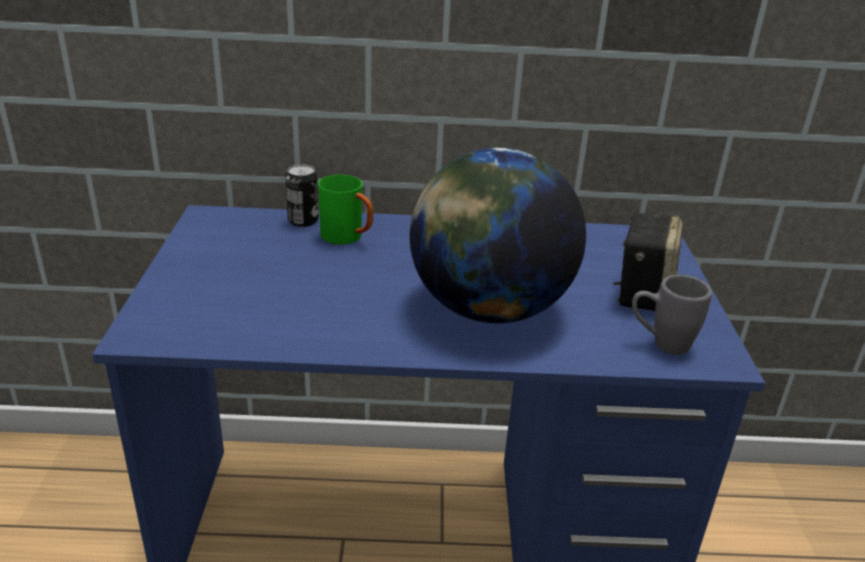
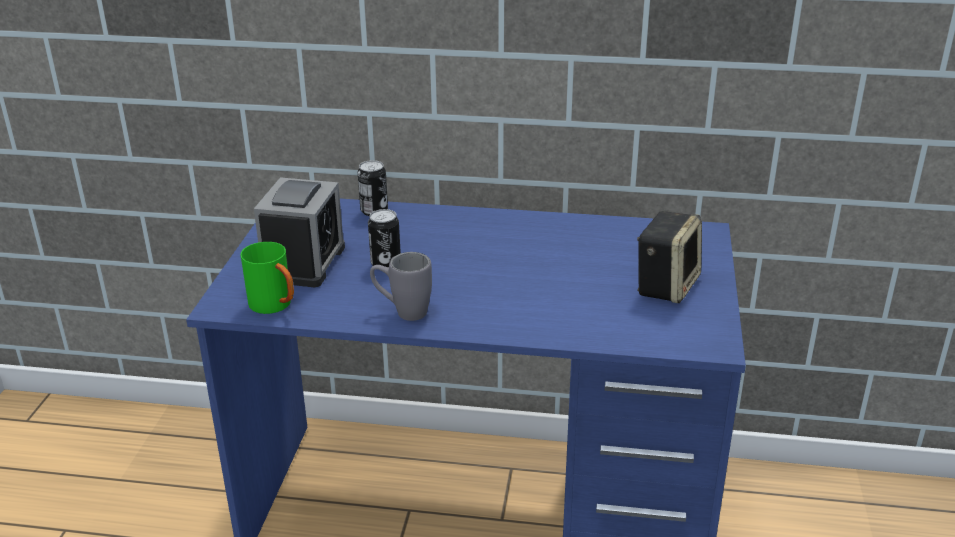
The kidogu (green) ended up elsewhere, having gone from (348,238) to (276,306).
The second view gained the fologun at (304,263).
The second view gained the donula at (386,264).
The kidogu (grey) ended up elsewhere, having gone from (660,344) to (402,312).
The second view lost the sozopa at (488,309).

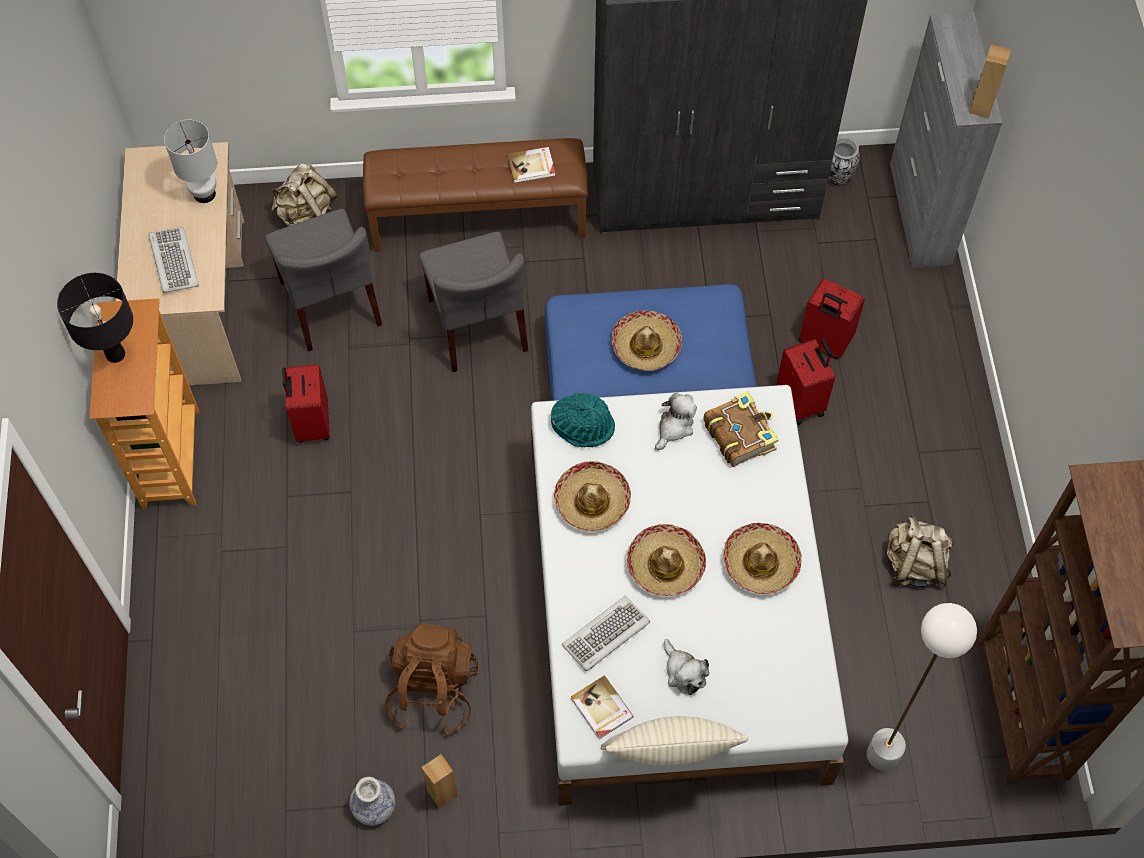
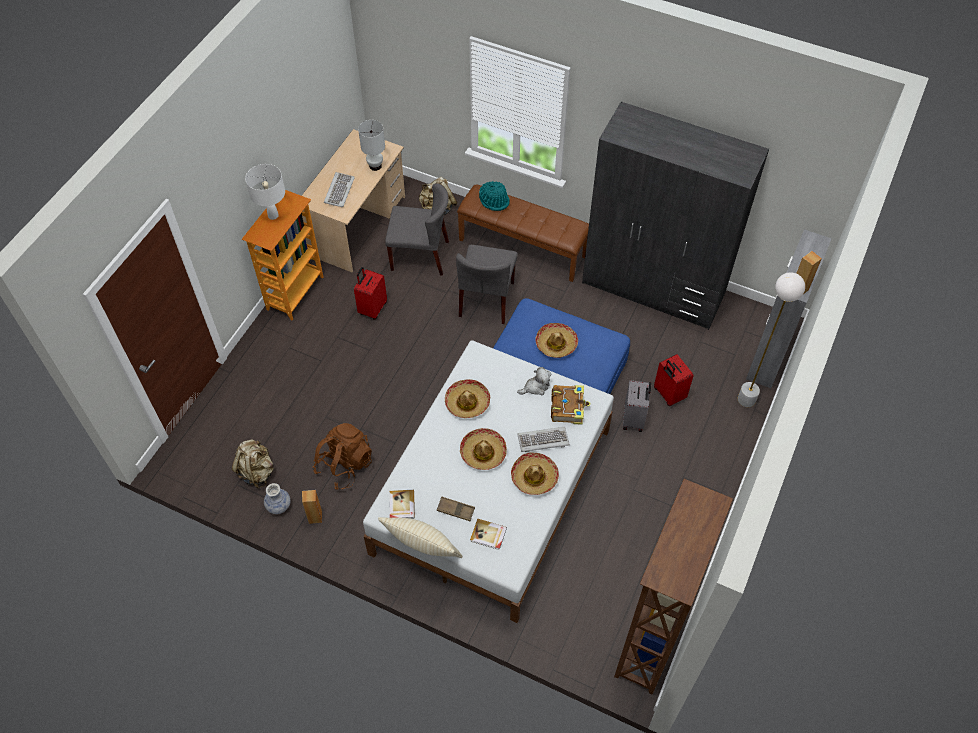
The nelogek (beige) ended up elsewhere, having gone from (914,564) to (257,472).
What was the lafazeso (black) at (115,355) turned into the lafazeso (white) at (273,216).
The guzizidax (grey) at (331,303) ended up facing another way, 90 degrees counterclockwise from before.
Where the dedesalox stood at (683,672), the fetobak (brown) came to stand at (455,510).
The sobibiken ended up elsewhere, having gone from (532,166) to (488,535).
The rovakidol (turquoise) ended up elsewhere, having gone from (583,425) to (494,200).
The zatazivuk ended up elsewhere, having gone from (606,635) to (543,441).
What was the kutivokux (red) at (801,402) turned into the kutivokux (grey) at (634,419).
The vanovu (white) ended up elsewhere, having gone from (882,755) to (746,399).
The second view lost the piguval at (837,179).

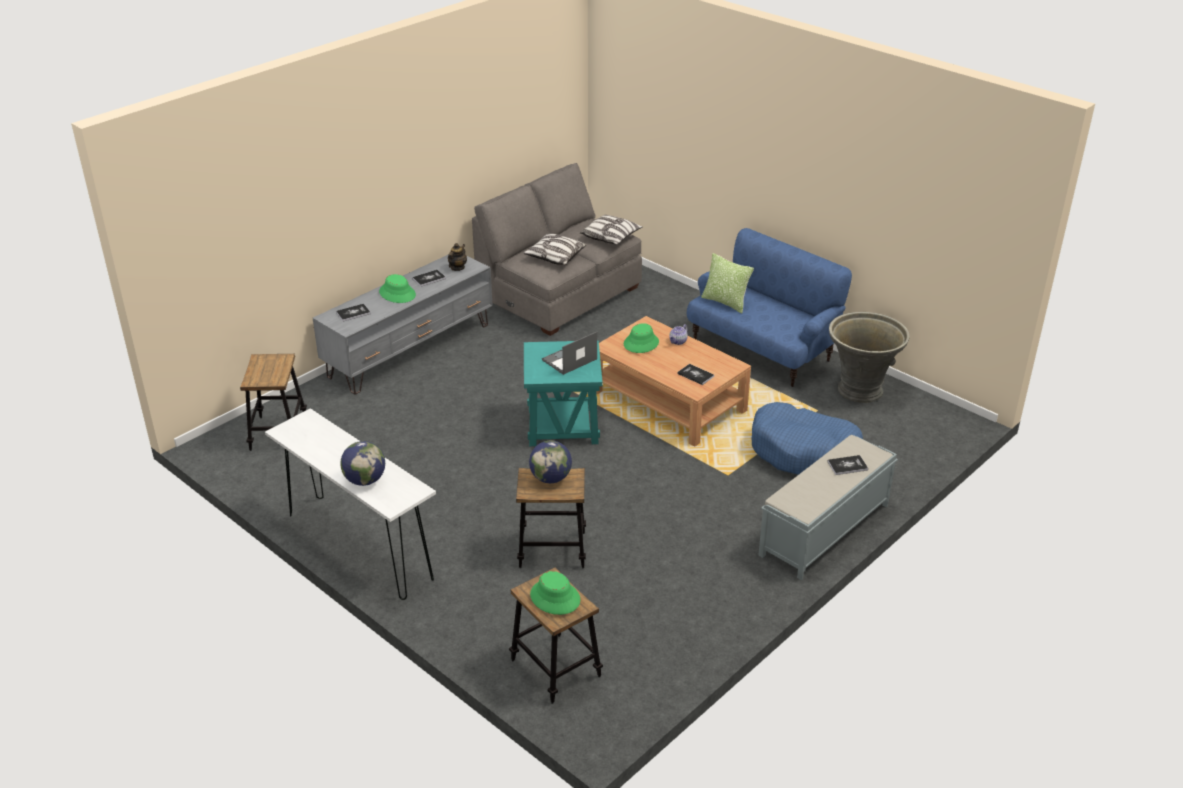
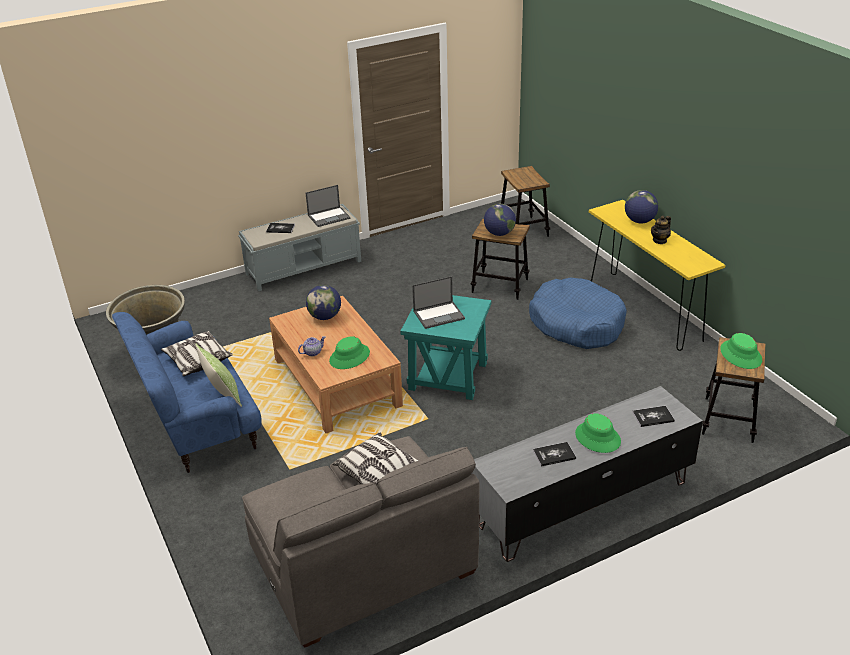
The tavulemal ended up elsewhere, having gone from (611,237) to (198,360).
The second view gained the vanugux at (329,217).
Where the sobibiken stood at (695,375), the sozopa came to stand at (325,317).
The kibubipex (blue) ended up elsewhere, having gone from (804,451) to (576,324).
What was the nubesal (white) at (359,546) turned into the nubesal (yellow) at (644,310).
The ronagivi ended up elsewhere, having gone from (457,268) to (660,240).
The rovakidol (green) ended up elsewhere, having gone from (555,598) to (741,355).

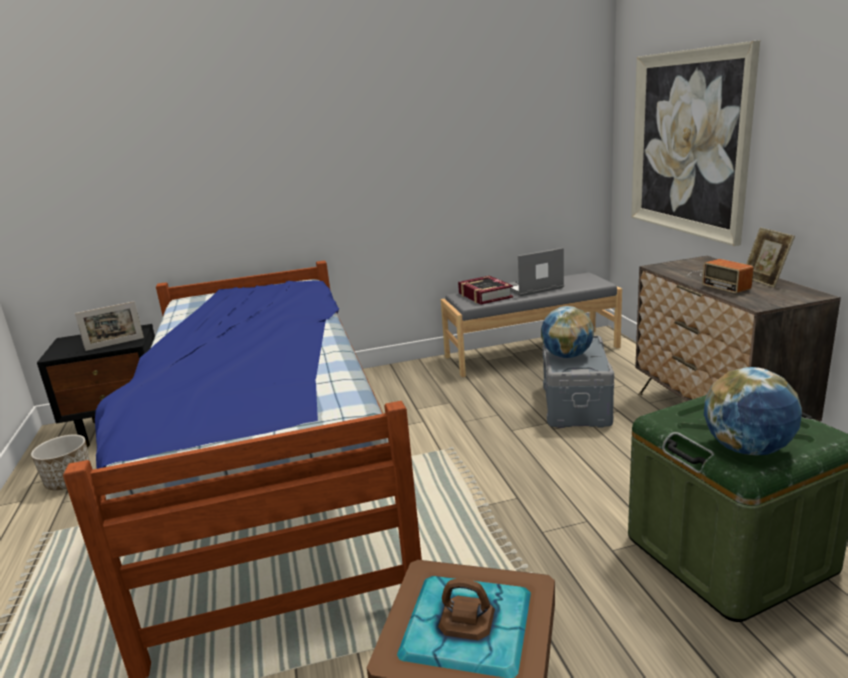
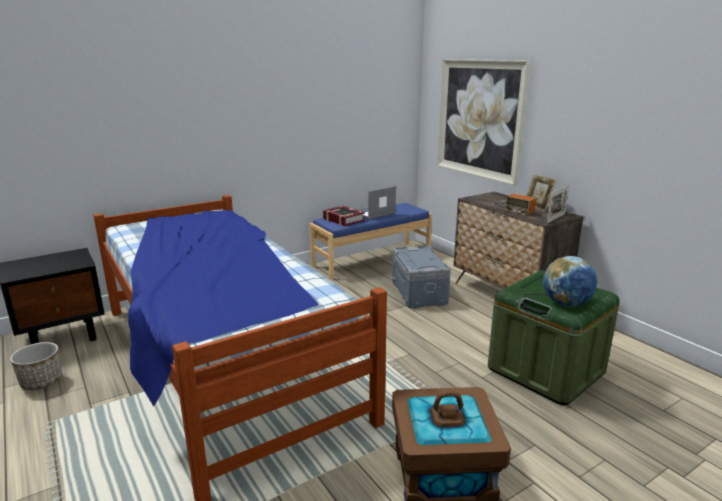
What was the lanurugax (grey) at (531,351) turned into the lanurugax (blue) at (371,259).
The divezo ended up elsewhere, having gone from (115,344) to (556,218).
The second view lost the sozopa at (567,356).

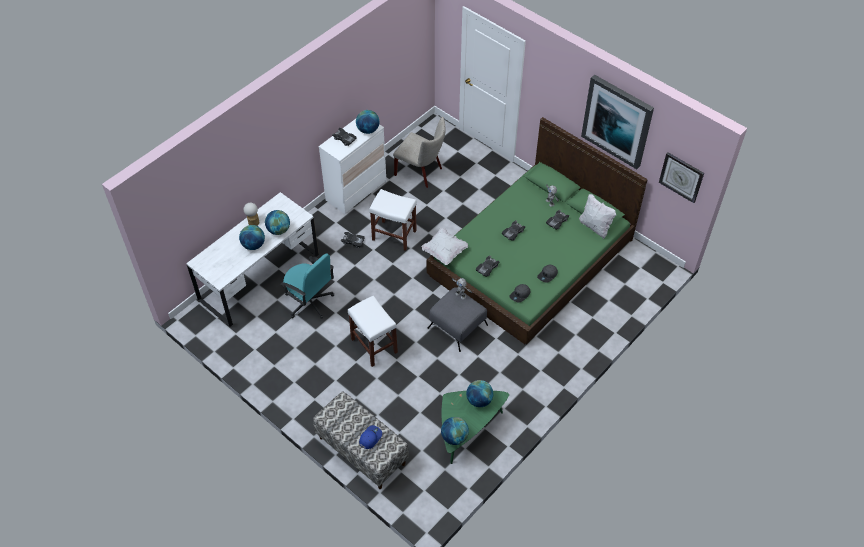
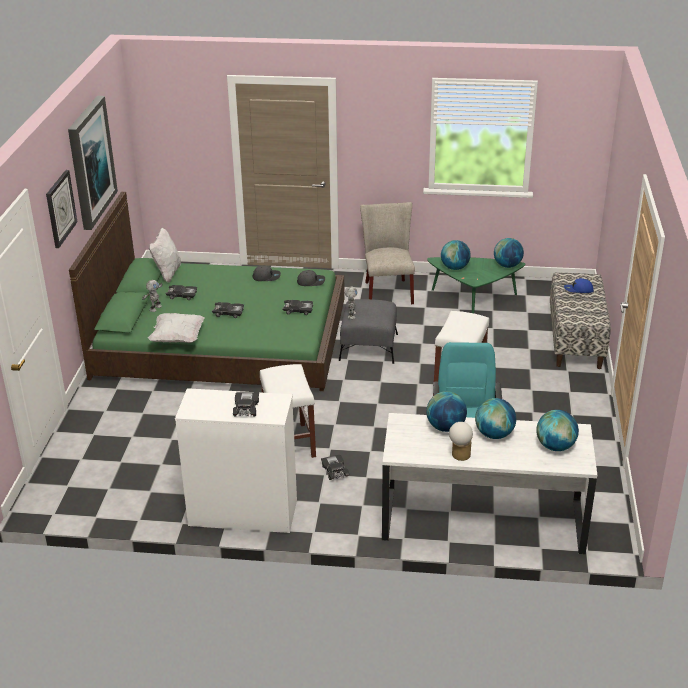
The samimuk ended up elsewhere, having gone from (681,177) to (60,208).
The tavulemal (white) ended up elsewhere, having gone from (444,252) to (178,338).
The guzizidax (beige) ended up elsewhere, having gone from (421,172) to (387,291).
The sozopa ended up elsewhere, having gone from (368,130) to (555,446).

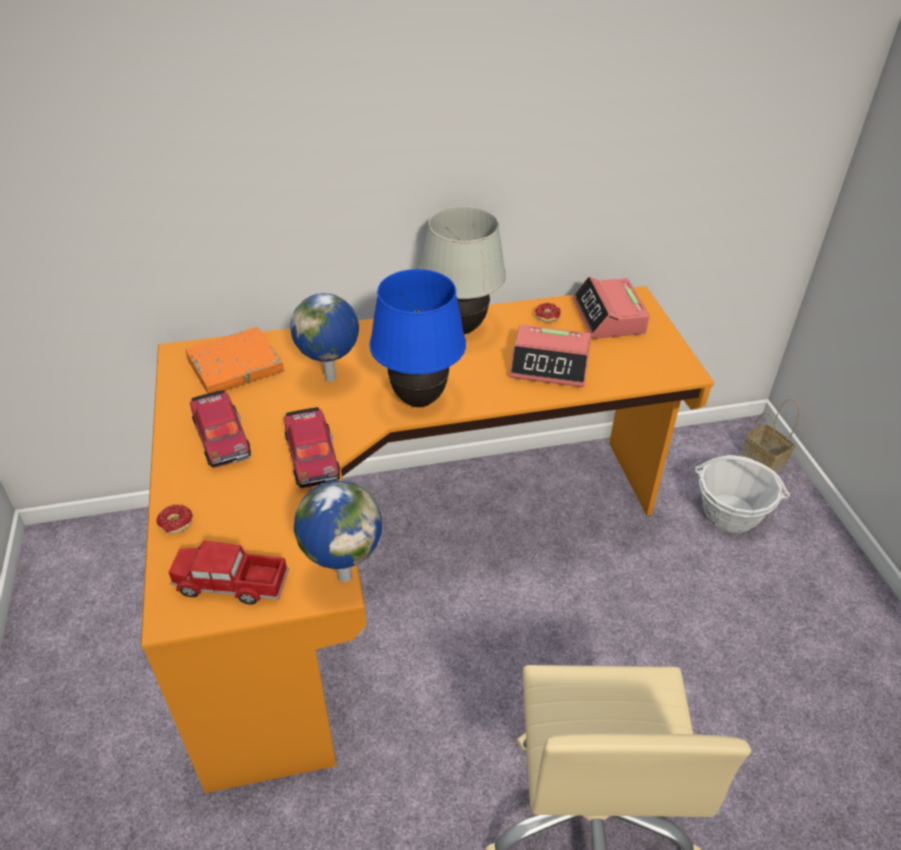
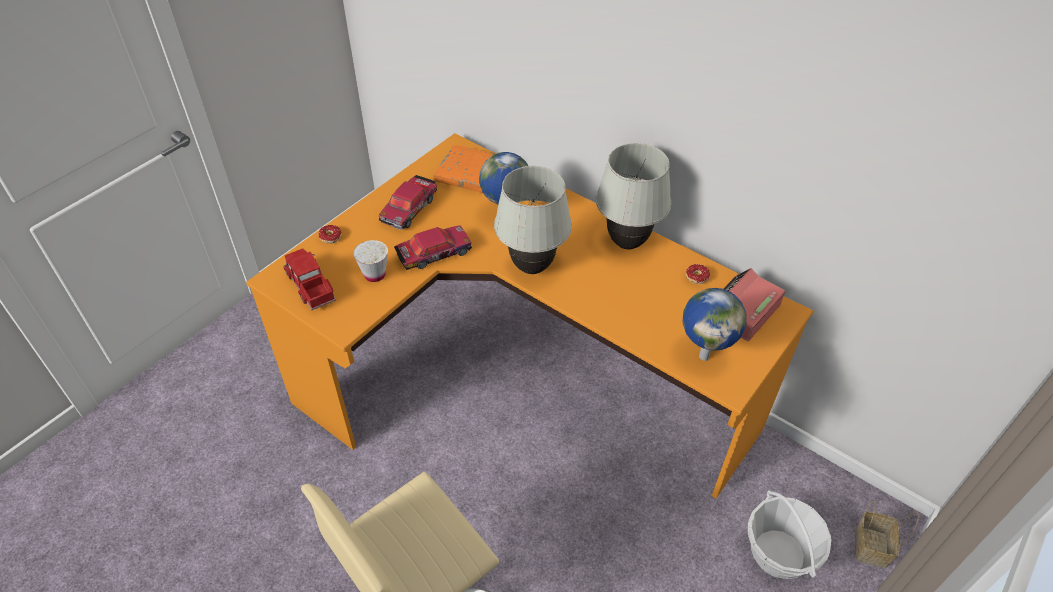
The second view gained the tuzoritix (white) at (374,274).
The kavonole at (312,455) ended up facing another way, 150 degrees counterclockwise from before.
What was the lafazeso (blue) at (418,399) turned into the lafazeso (white) at (532,267).
The sozopa ended up elsewhere, having gone from (344,575) to (704,355).
The second view lost the fologun at (550,365).

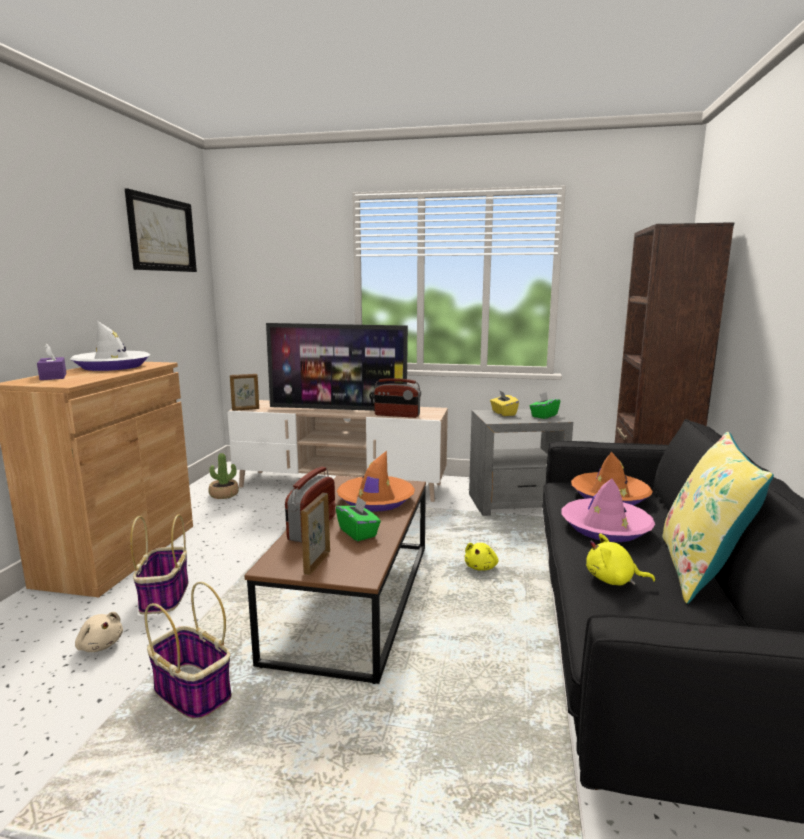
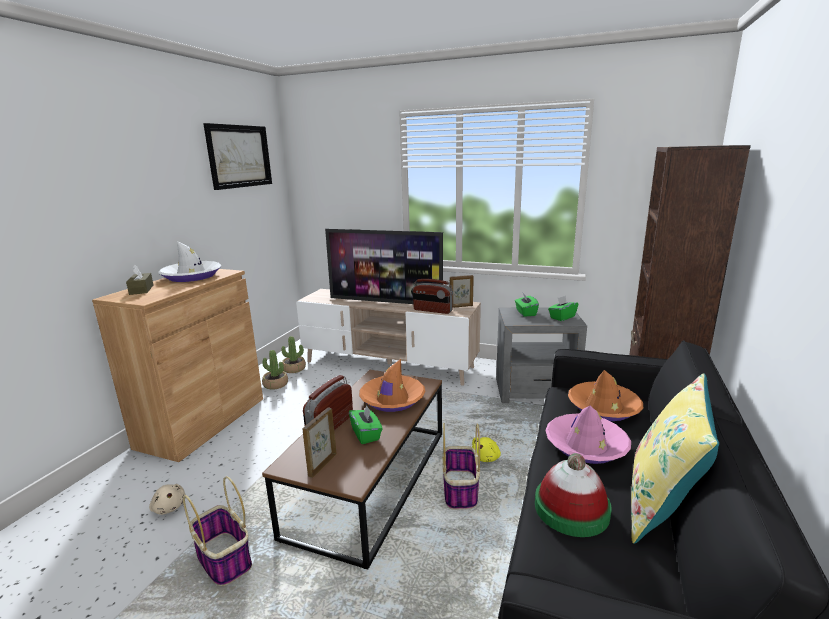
What was the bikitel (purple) at (53,376) turned into the bikitel (brown) at (141,290).
The second view gained the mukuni at (275,384).
The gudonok ended up elsewhere, having gone from (165,596) to (460,491).
The divezo ended up elsewhere, having gone from (245,409) to (461,306).
What was the bikitel (yellow) at (503,413) turned into the bikitel (green) at (525,313).
Where the dedesalox (yellow) stood at (613,580), the rovakidol came to stand at (571,509).

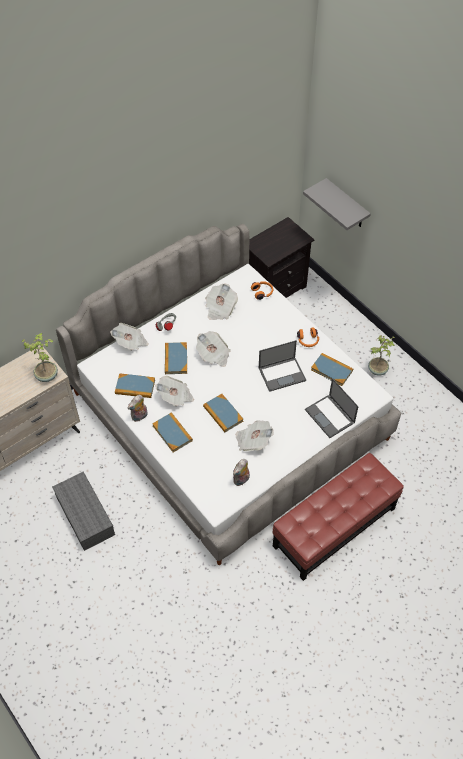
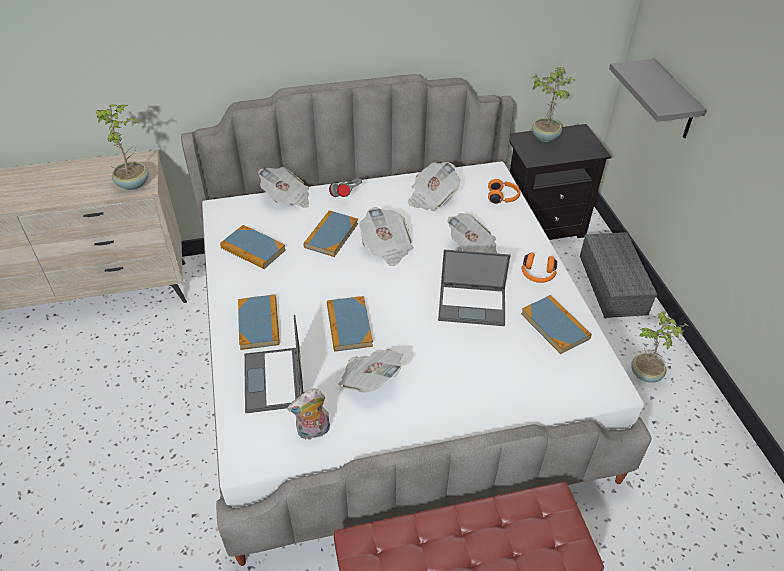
The vanugux ended up elsewhere, having gone from (330,416) to (274,381).
The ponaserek ended up elsewhere, having gone from (175,397) to (473,249).
The second view gained the mukuni at (545,136).
The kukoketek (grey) ended up elsewhere, having gone from (86,516) to (614,285).
The second view lost the dedesalox at (139,417).

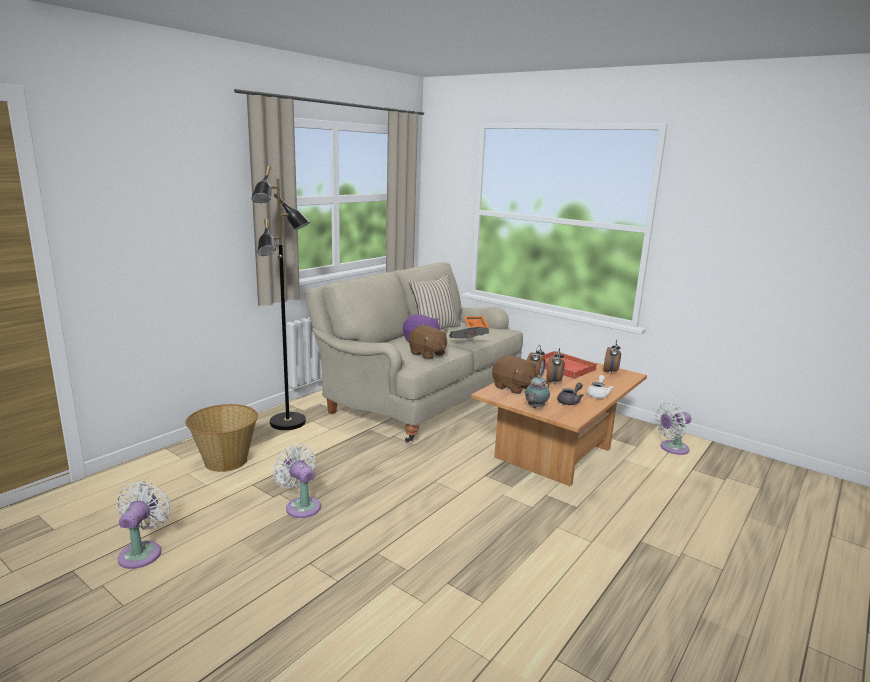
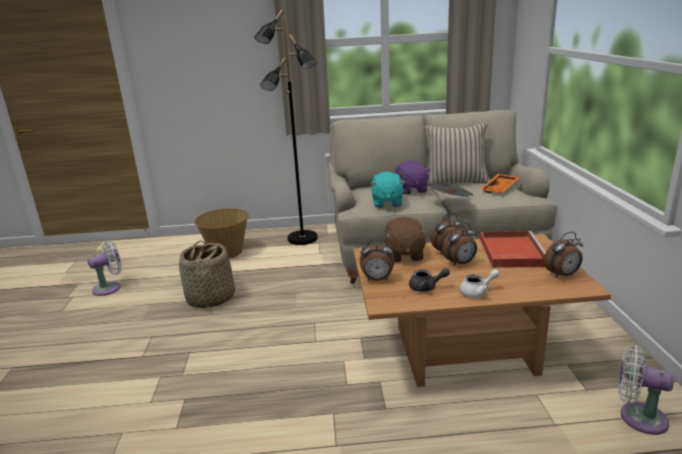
Where the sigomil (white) stood at (301,506), the gudonok came to stand at (210,298).
Where the ronagivi stood at (535,407), the fologun came to stand at (377,279).
What was the dedesalox (brown) at (427,354) turned into the dedesalox (turquoise) at (387,202).

